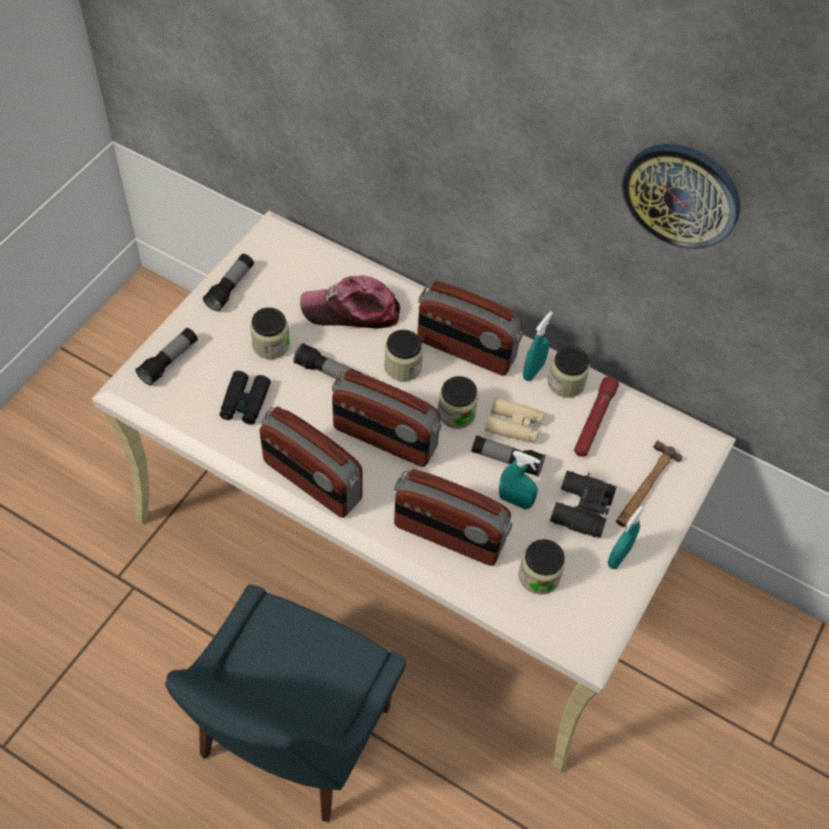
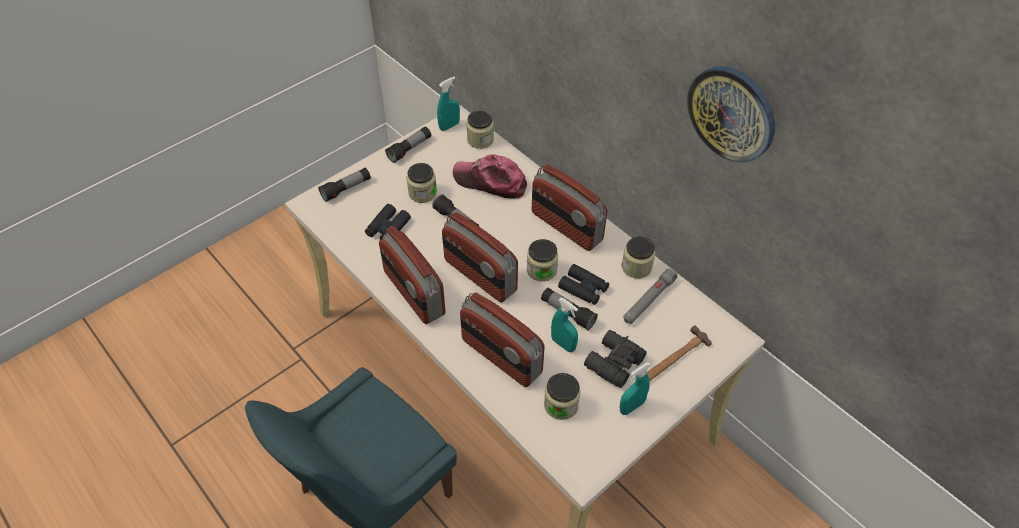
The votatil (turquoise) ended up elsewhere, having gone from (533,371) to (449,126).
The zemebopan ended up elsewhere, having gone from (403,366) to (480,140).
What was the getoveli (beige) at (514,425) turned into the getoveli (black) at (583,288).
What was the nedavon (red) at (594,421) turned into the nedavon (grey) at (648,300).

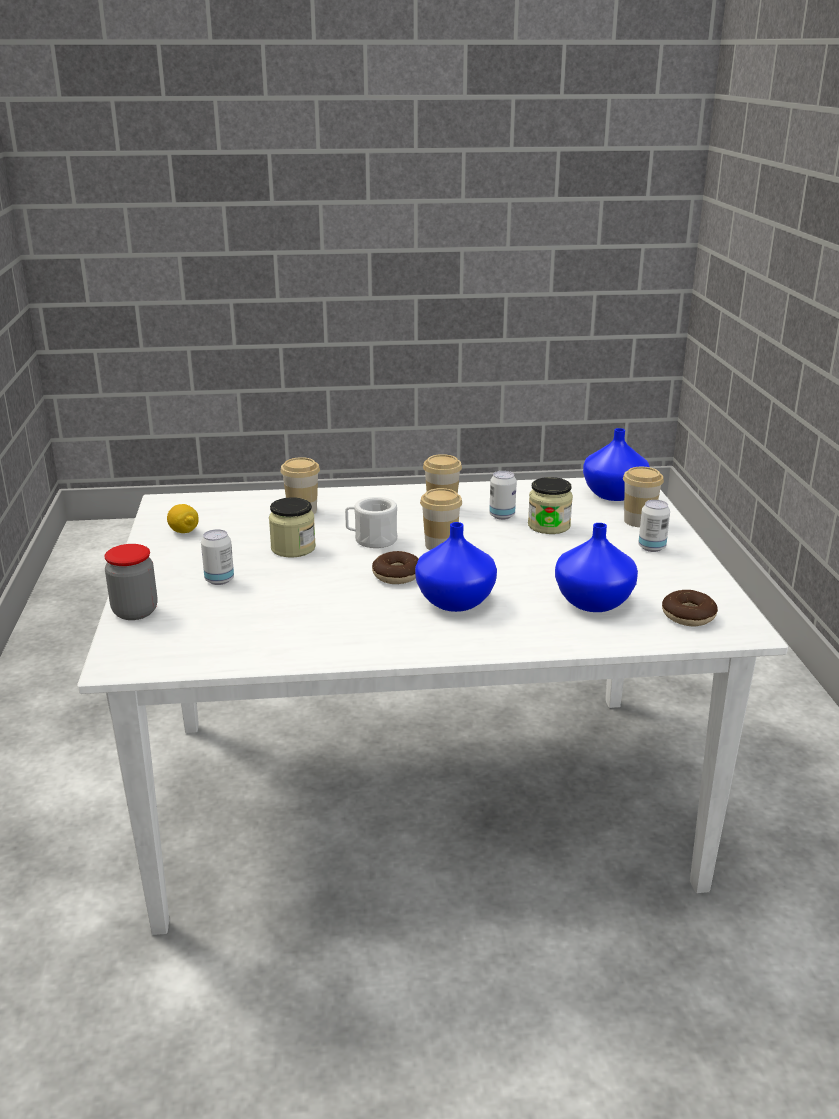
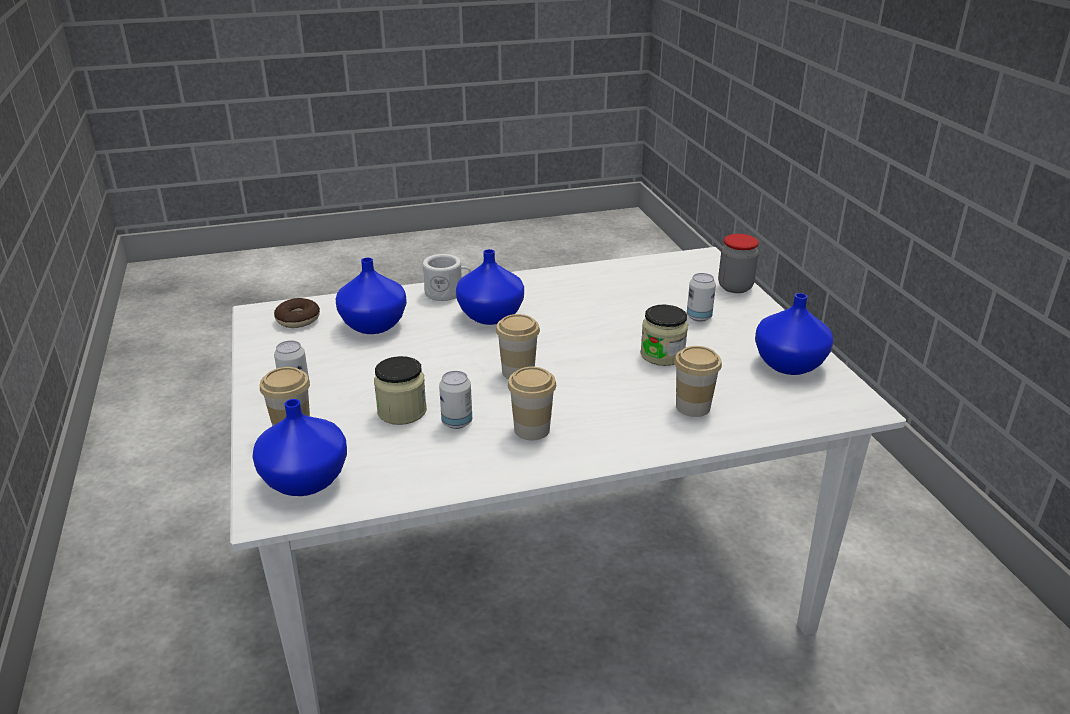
The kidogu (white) ended up elsewhere, having gone from (371,539) to (448,293).
Where the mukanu stood at (184,531), the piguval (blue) came to stand at (789,365).
The second view lost the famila at (397,575).

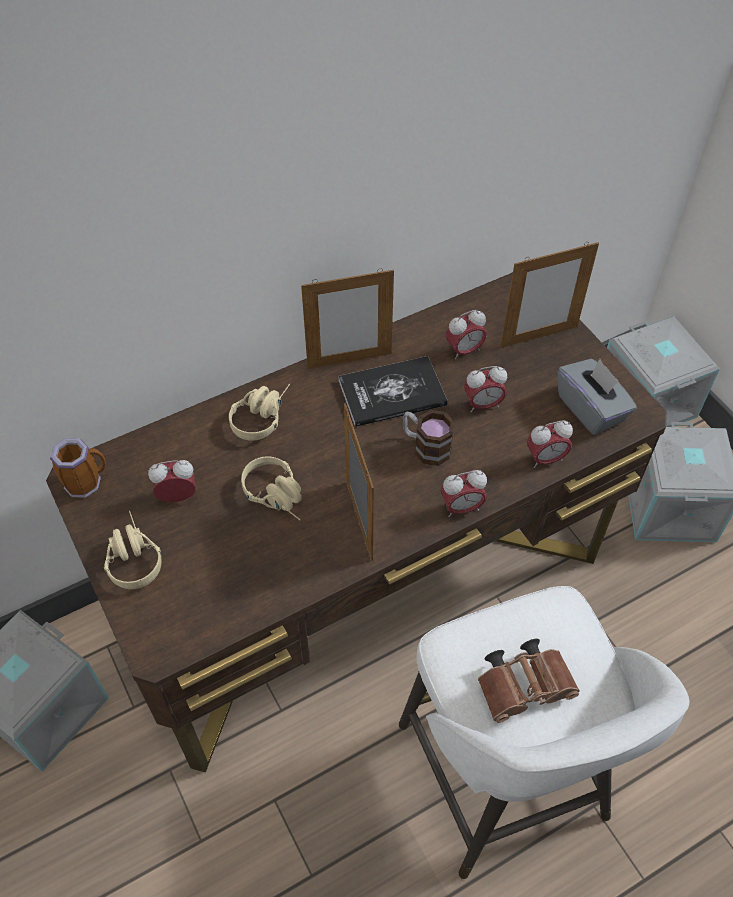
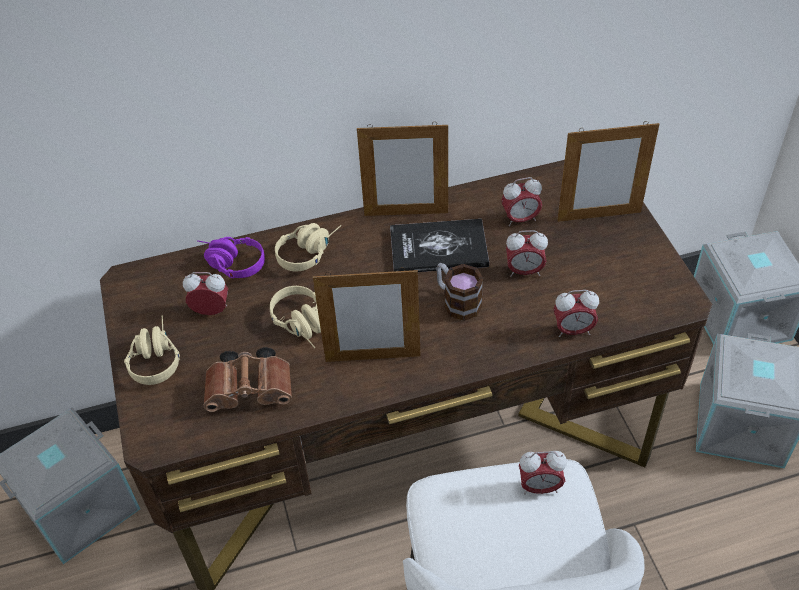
The second view gained the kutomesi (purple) at (229,263).
The getoveli (brown) ended up elsewhere, having gone from (526,686) to (252,390).
The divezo at (359,520) ended up facing another way, 90 degrees clockwise from before.
The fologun ended up elsewhere, having gone from (461,508) to (539,487).
The second view lost the kidogu at (86,482).
The second view lost the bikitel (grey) at (591,409).

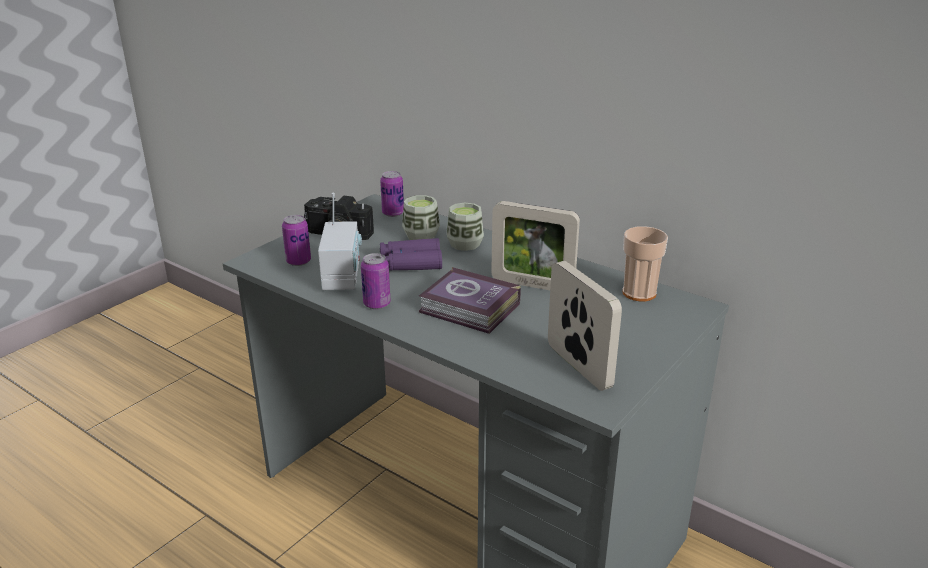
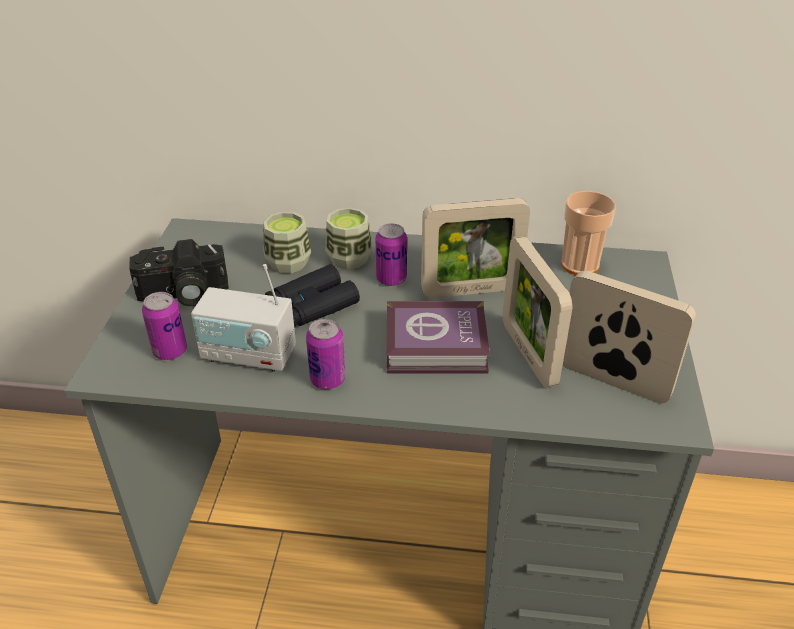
The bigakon at (342,277) ended up facing another way, 135 degrees clockwise from before.
What was the getoveli (purple) at (410,263) turned into the getoveli (black) at (312,306).
The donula ended up elsewhere, having gone from (393,213) to (391,279).
The second view gained the divezo at (528,354).

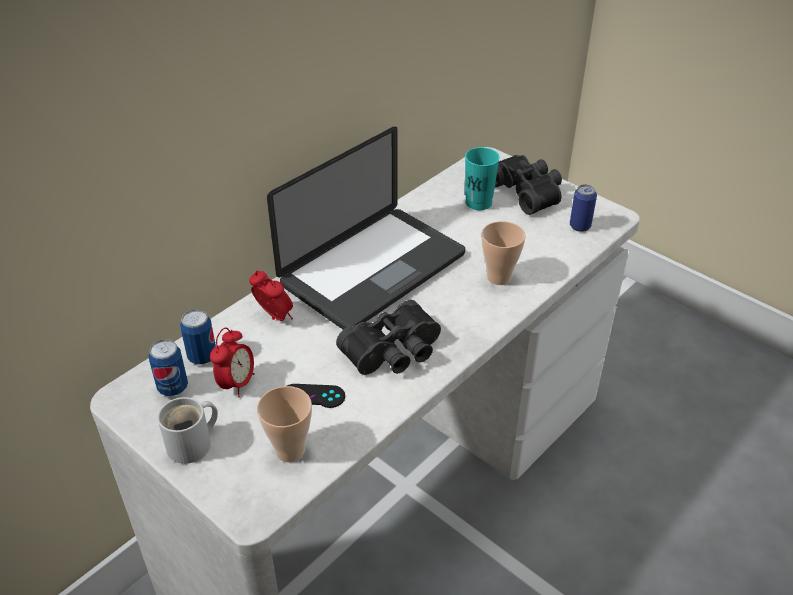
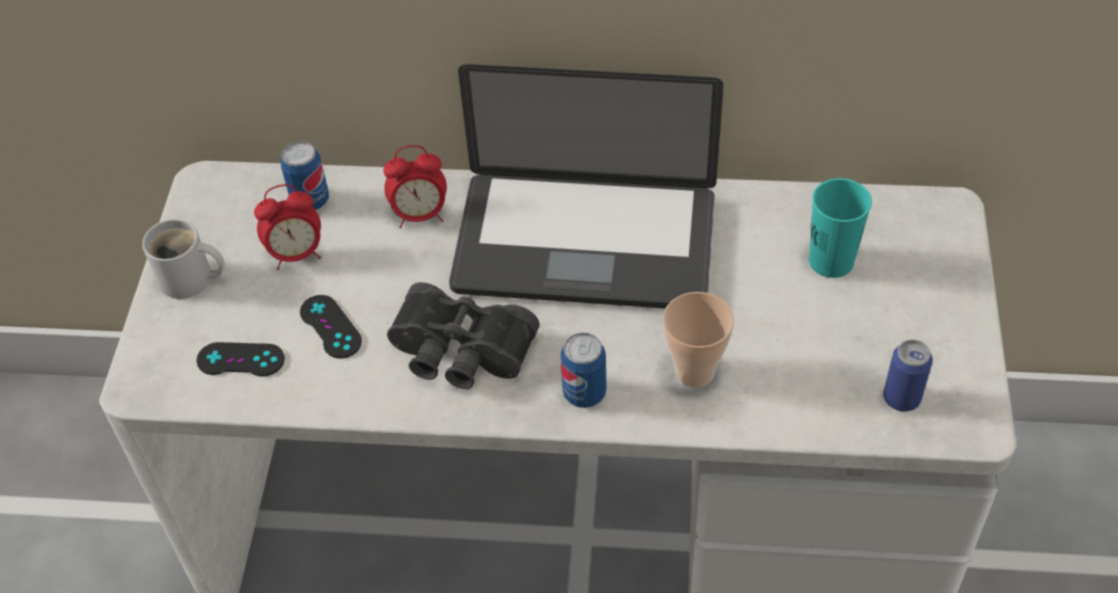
Where the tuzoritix stood at (290,450), the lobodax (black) came to stand at (240,360).
The fologun at (274,318) ended up facing another way, 75 degrees clockwise from before.
The donula ended up elsewhere, having gone from (173,387) to (584,393).
The second view lost the getoveli (black) at (528,191).

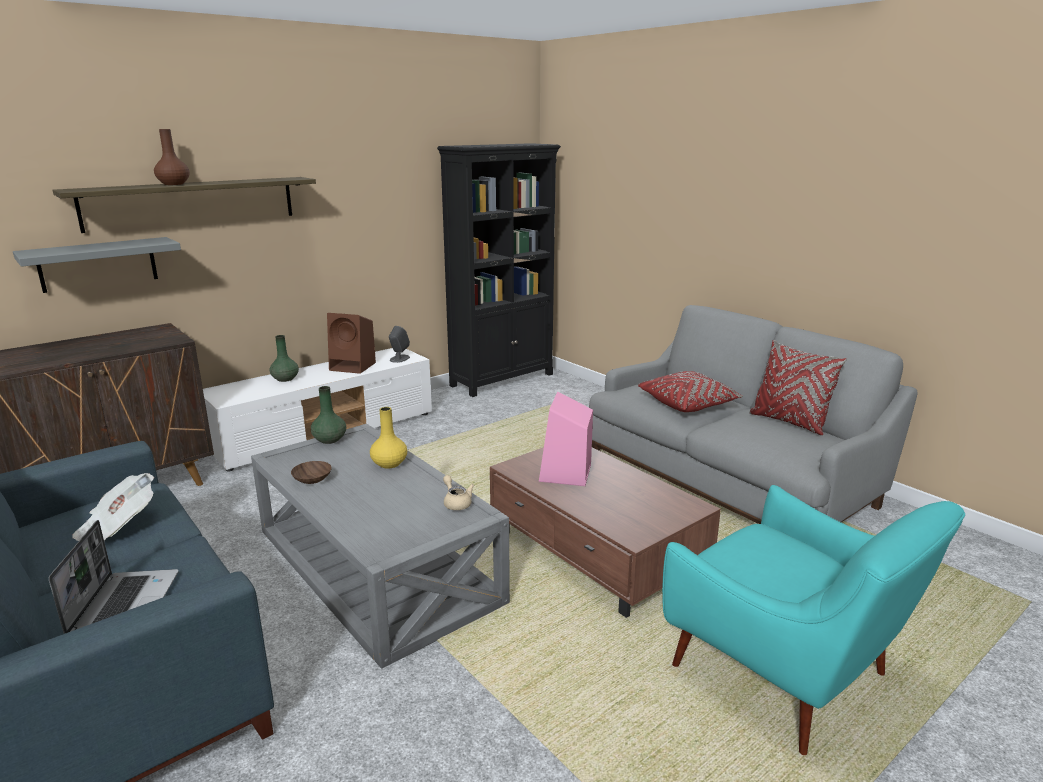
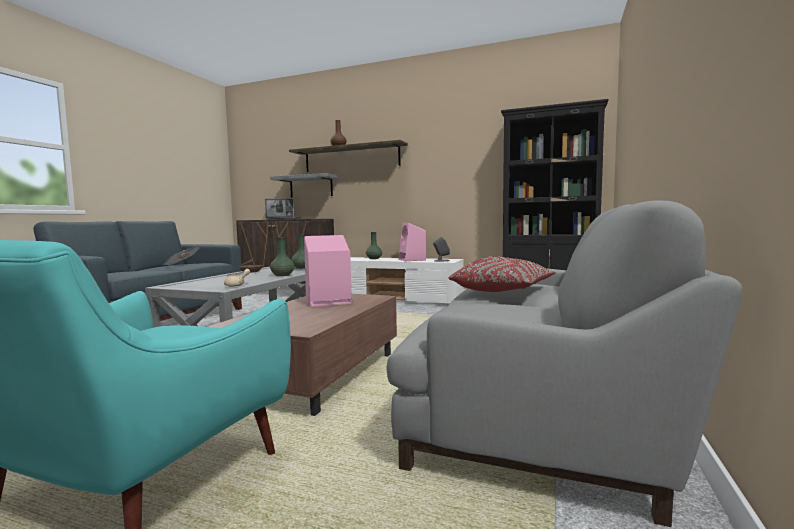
The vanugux ended up elsewhere, having gone from (124,604) to (283,219).
What was the piguval (yellow) at (389,464) turned into the piguval (green) at (282,275).
What was the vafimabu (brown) at (354,366) turned into the vafimabu (pink) at (412,260).
The second view lost the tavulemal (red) at (789,422).

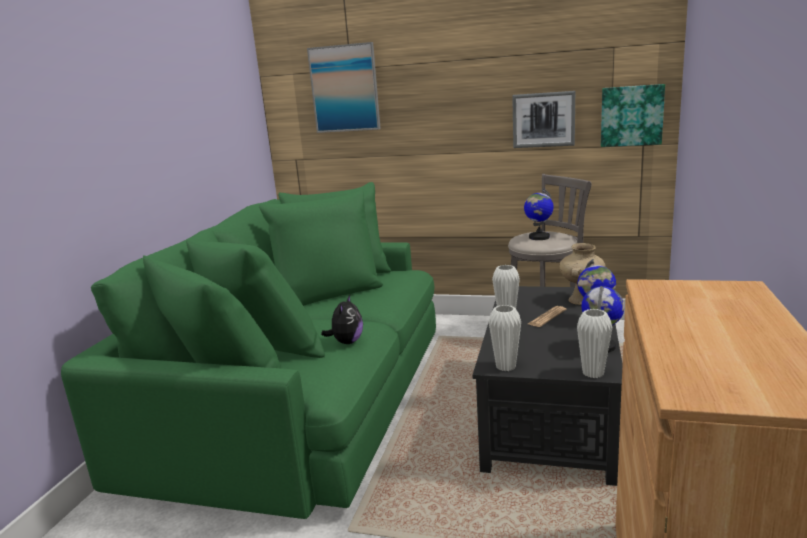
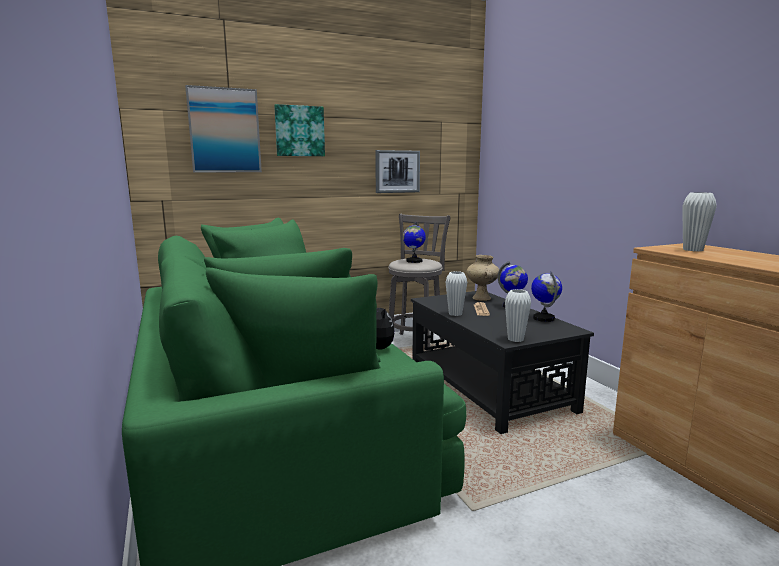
The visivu ended up elsewhere, having gone from (631,115) to (299,131).
The piguval (white) ended up elsewhere, having gone from (593,373) to (693,250).

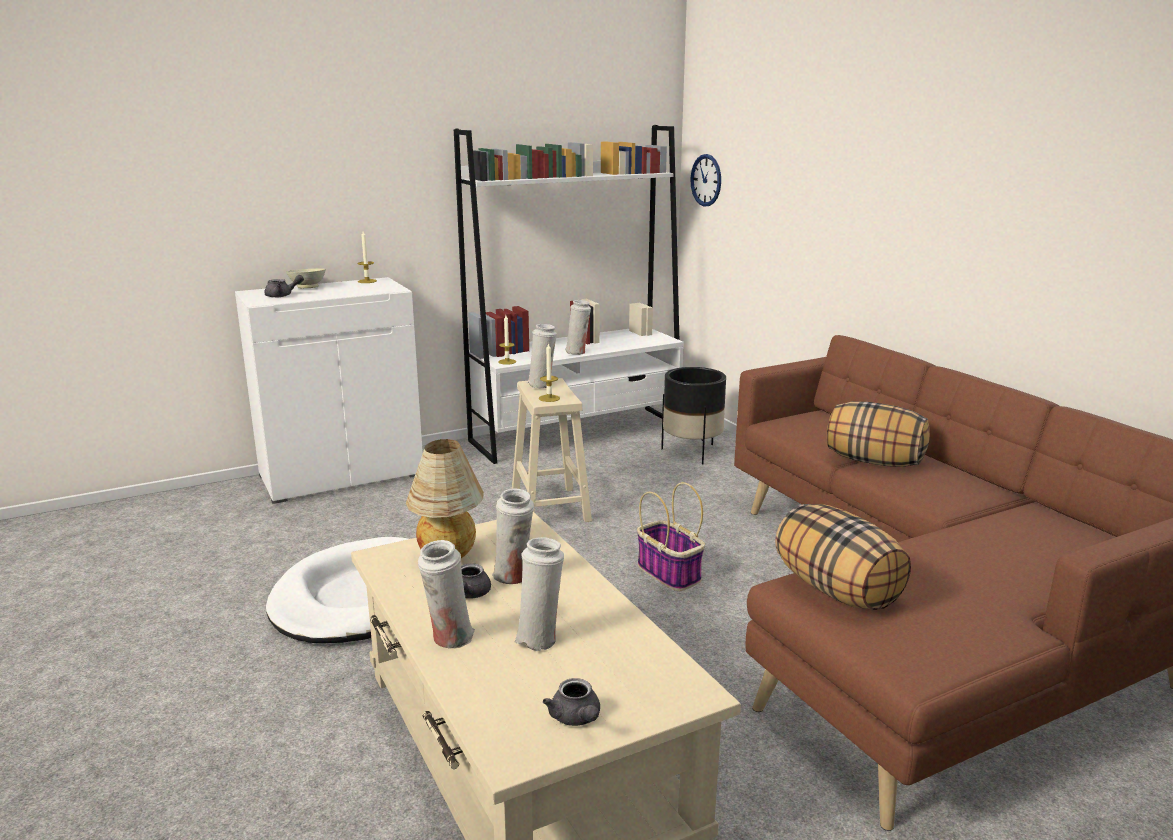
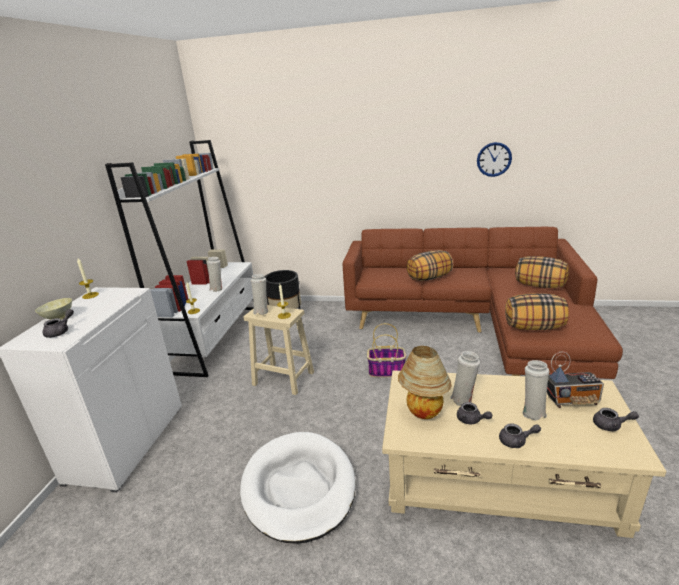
The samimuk ended up elsewhere, having gone from (706,180) to (494,159).
Where the piguval (white) stood at (449,639), the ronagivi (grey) came to stand at (516,441).
The second view gained the tavulemal at (540,285).
The second view gained the bigakon at (571,400).

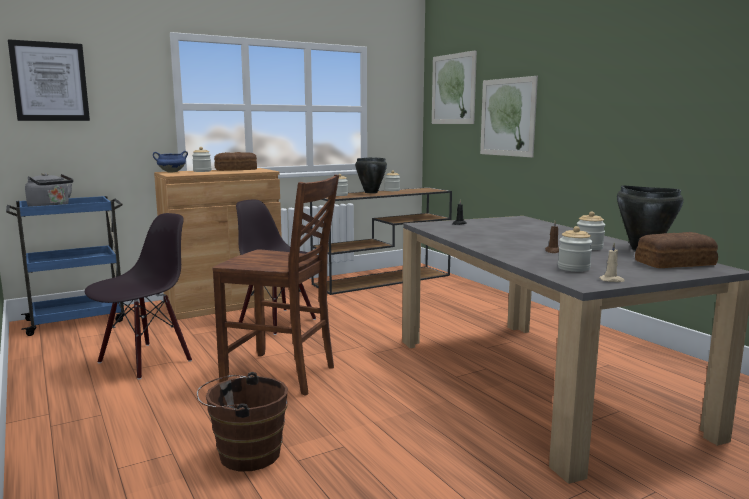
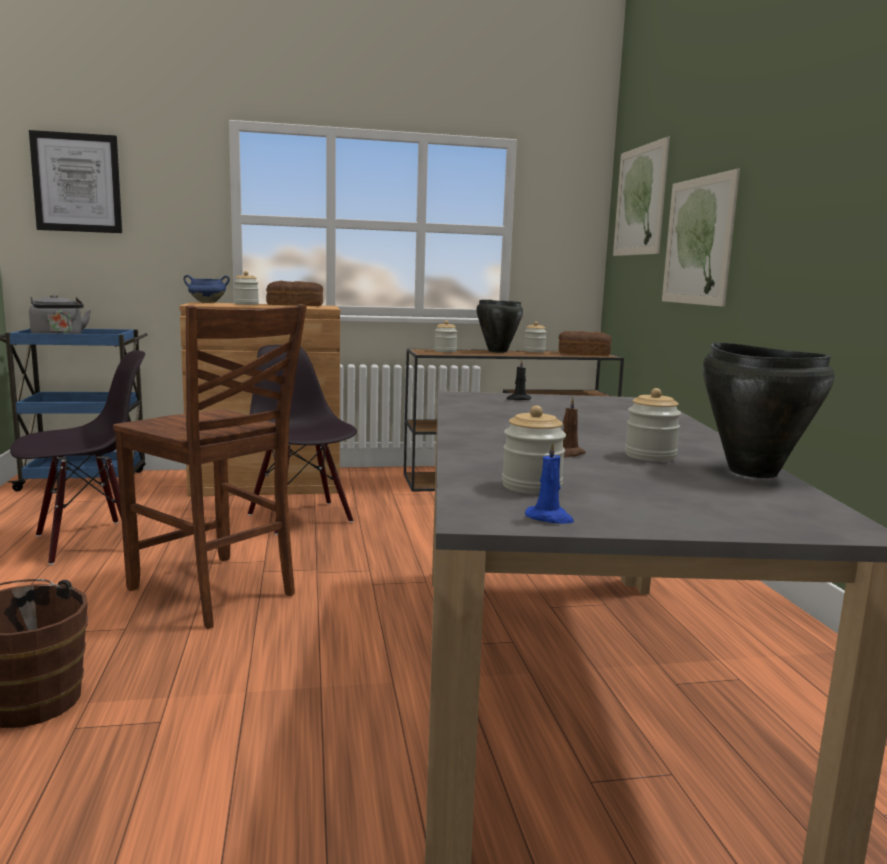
What was the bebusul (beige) at (612,280) turned into the bebusul (blue) at (550,518).
The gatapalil ended up elsewhere, having gone from (673,263) to (583,353).

